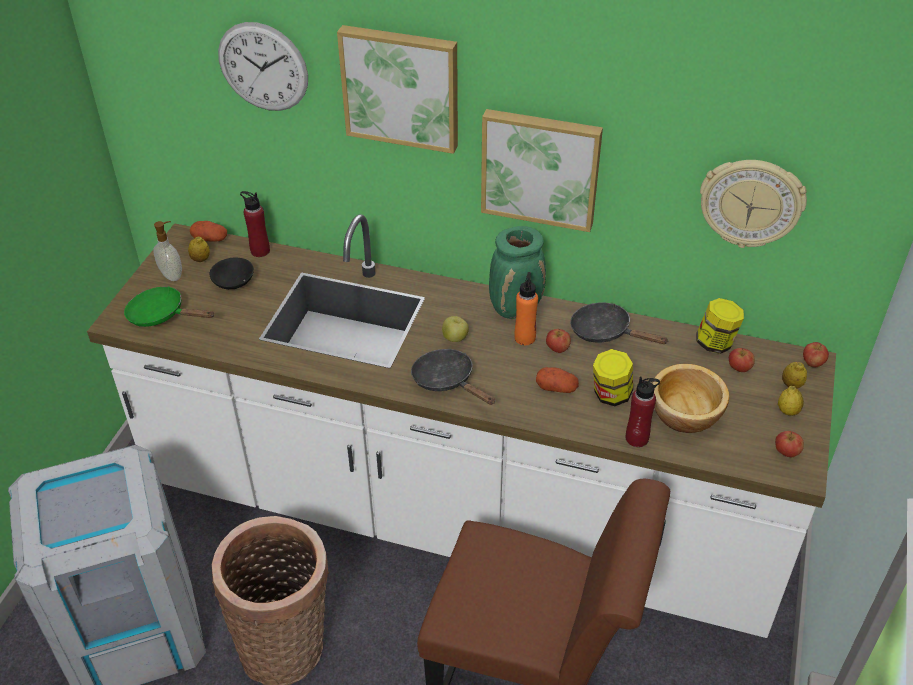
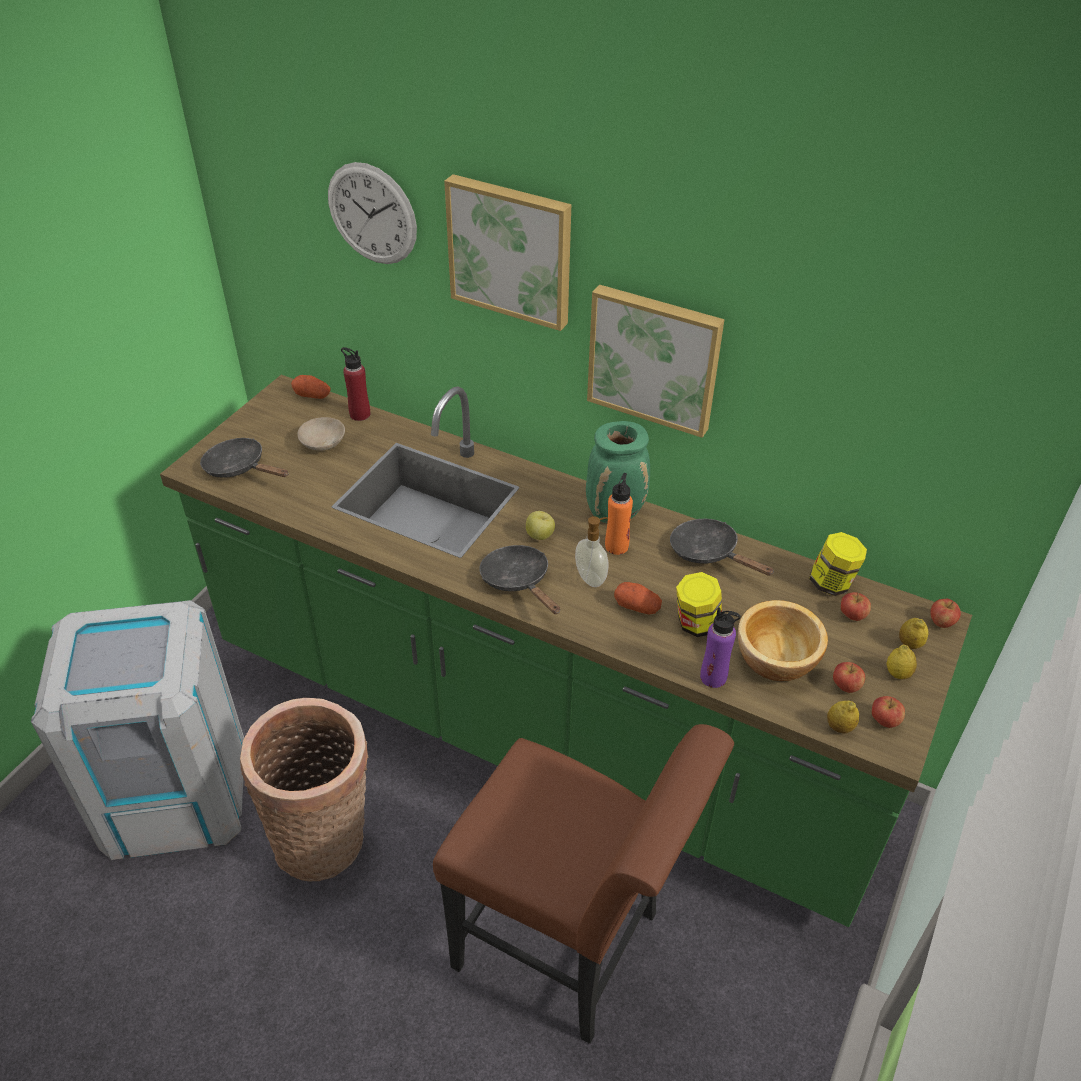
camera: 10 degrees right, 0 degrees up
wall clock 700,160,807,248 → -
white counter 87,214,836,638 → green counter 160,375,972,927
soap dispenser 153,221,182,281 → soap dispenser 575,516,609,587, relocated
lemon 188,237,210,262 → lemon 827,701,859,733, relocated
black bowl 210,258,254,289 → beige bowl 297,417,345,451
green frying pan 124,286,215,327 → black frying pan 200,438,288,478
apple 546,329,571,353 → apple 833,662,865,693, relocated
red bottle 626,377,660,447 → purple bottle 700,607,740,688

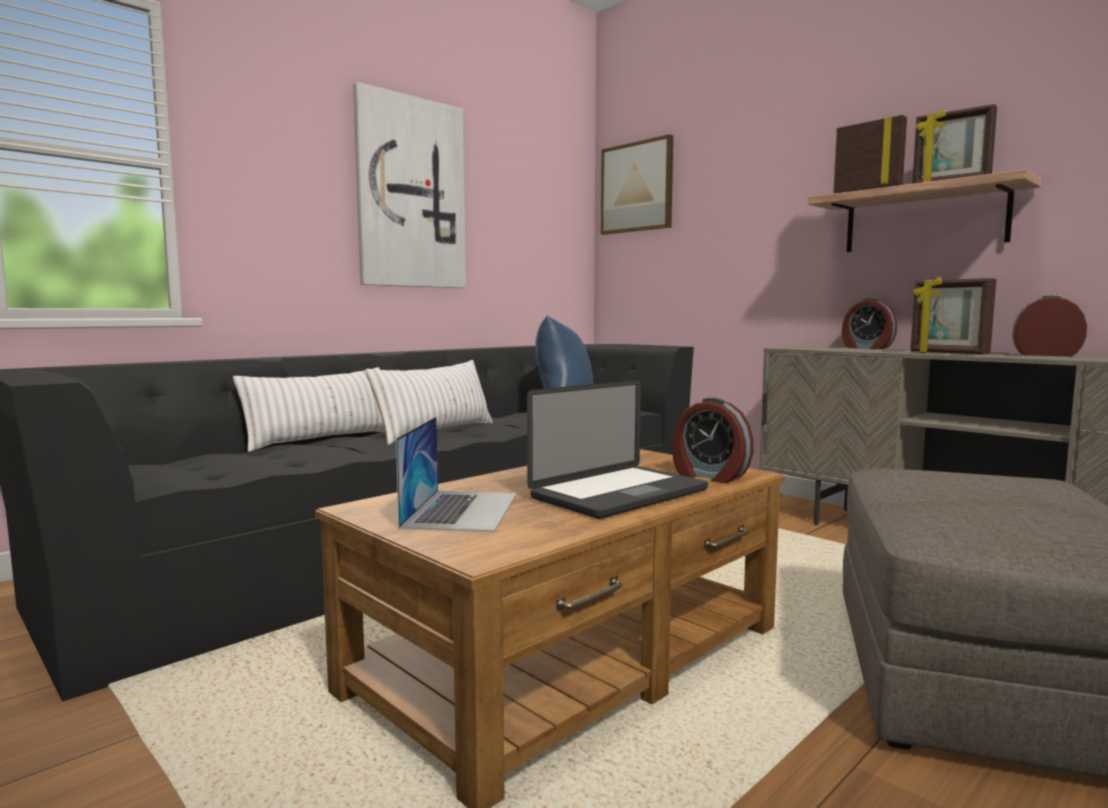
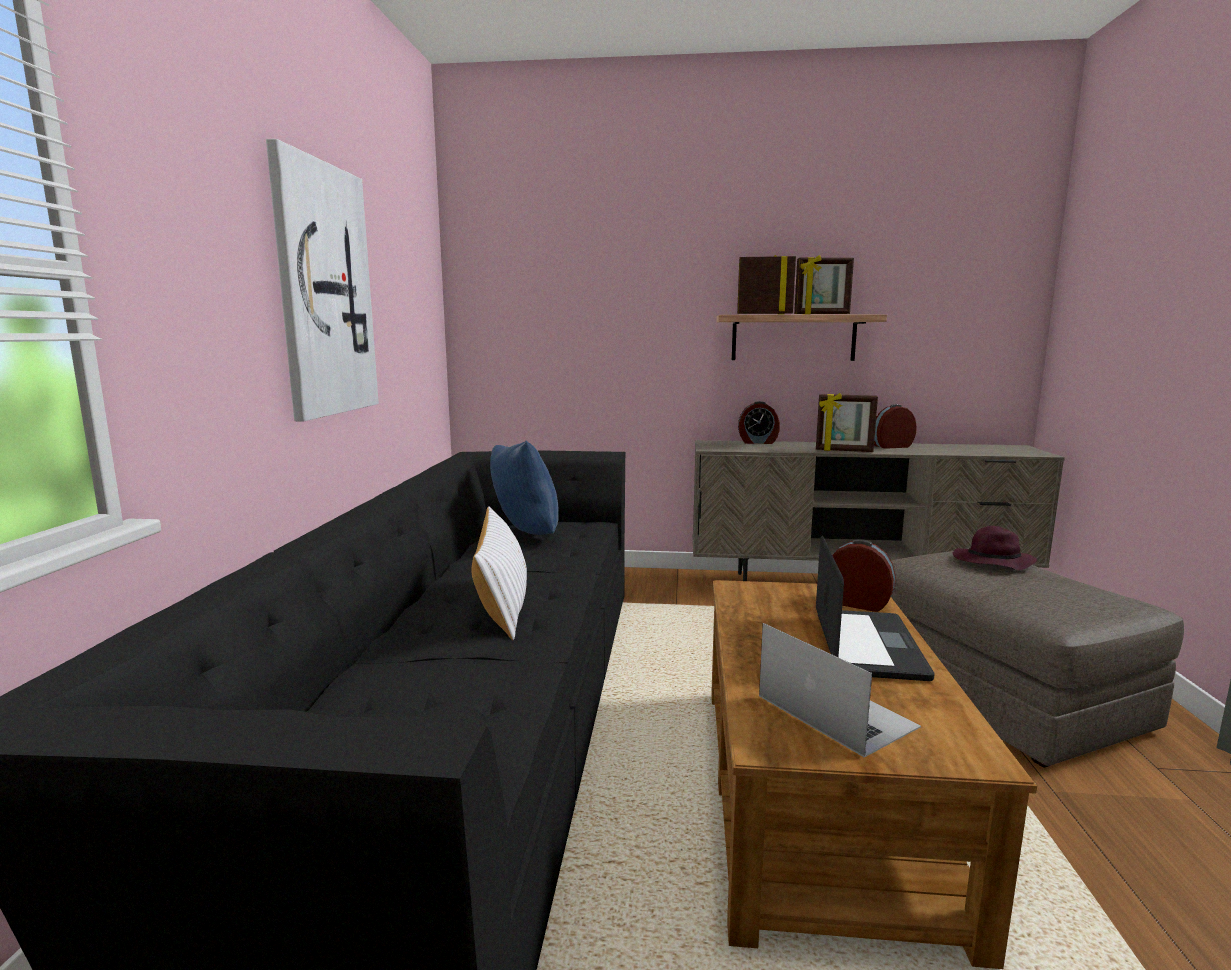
camera: 40 degrees left, 5 degrees up
picture 601,134,673,235 → -
white pillow 233,367,385,452 → -
alarm clock 672,398,754,483 → alarm clock 832,539,896,612, 150 degrees counterclockwise
- → purple hat 953,526,1037,571

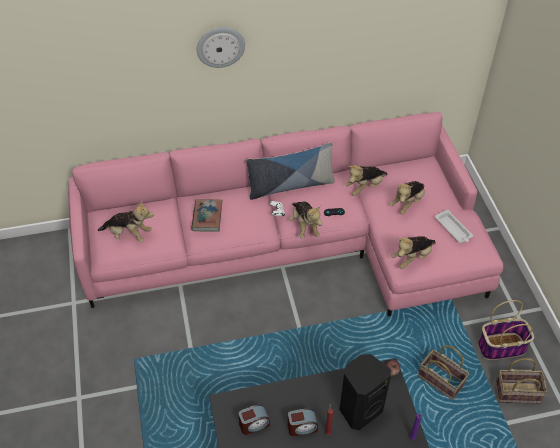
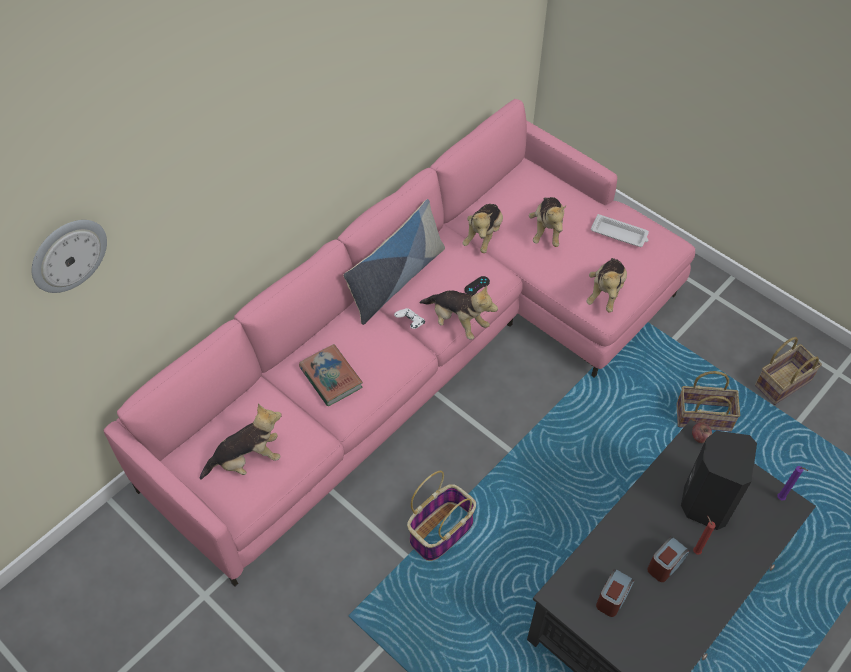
camera: 35 degrees left, 5 degrees up
wall clock 196,27,245,68 → wall clock 32,220,107,293, relocated
basket 478,300,535,360 → basket 407,471,476,561, relocated

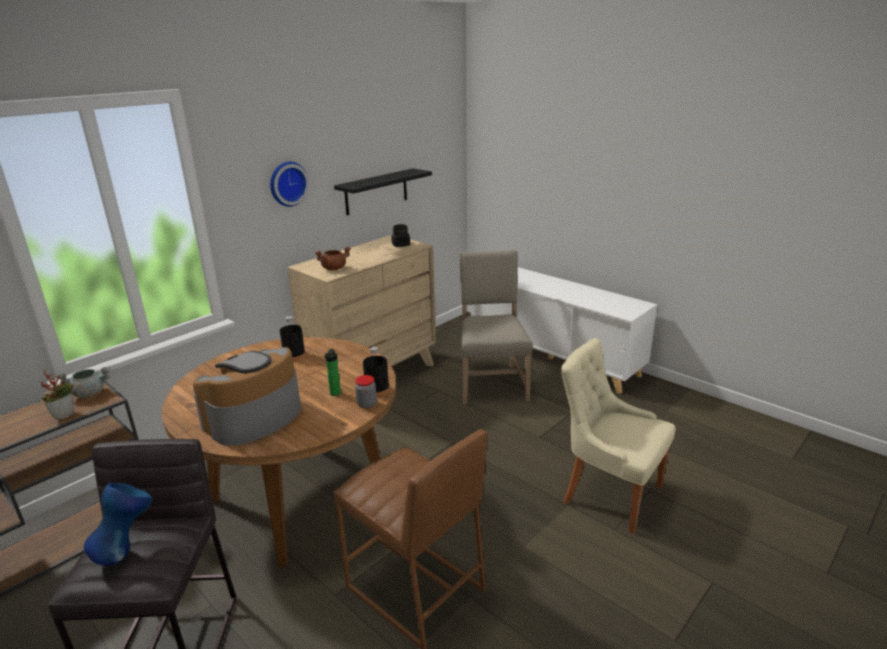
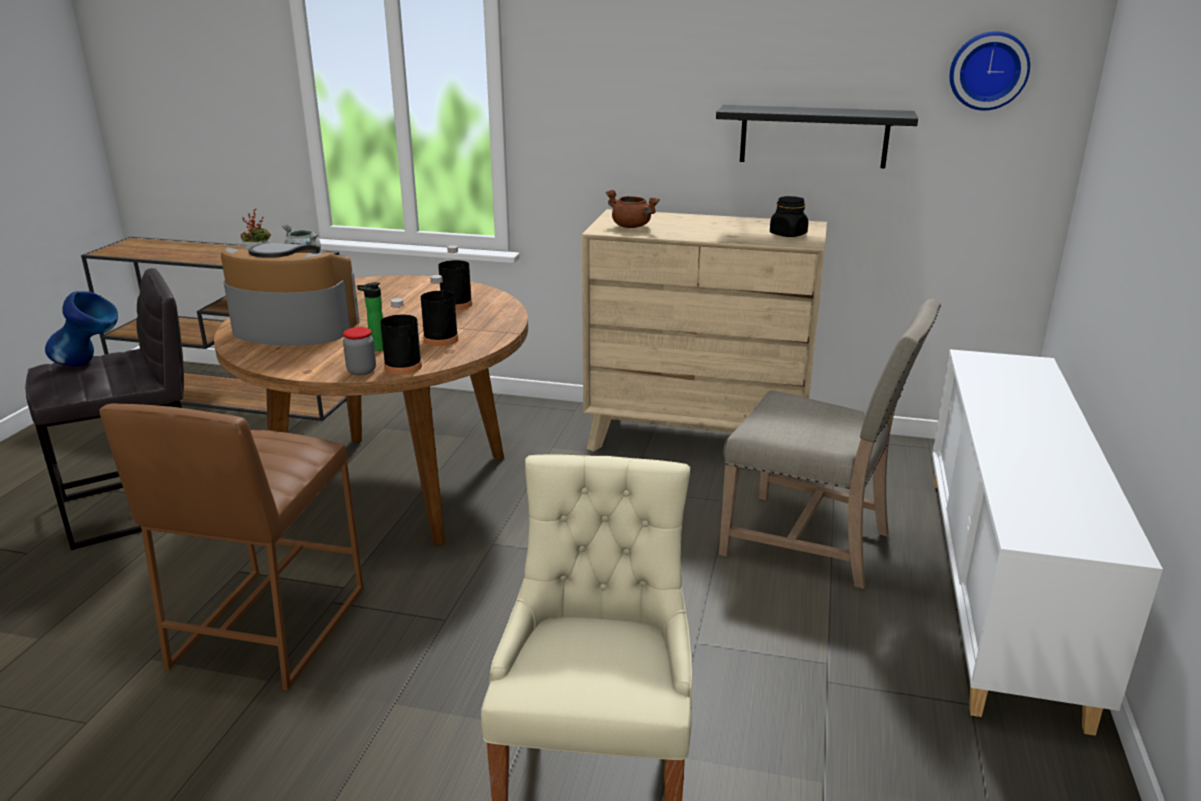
camera: 60 degrees right, 0 degrees up
wall clock 270,162,309,207 → wall clock 950,31,1030,110, relocated
beige chair 460,250,533,404 → beige chair 719,298,941,589, 60 degrees clockwise
- → black bottle 421,275,458,346

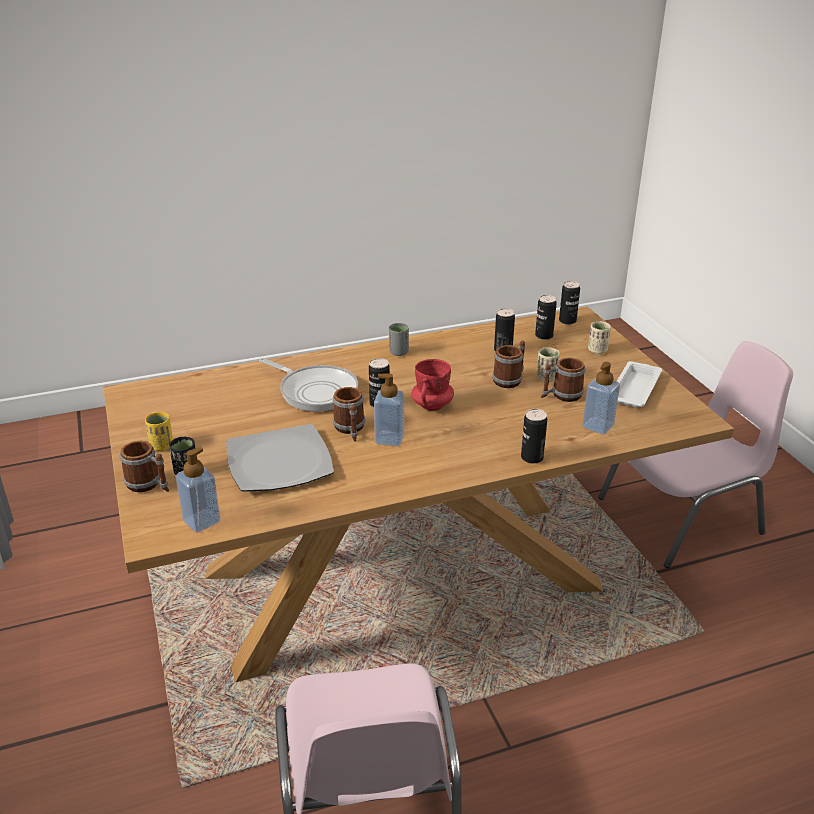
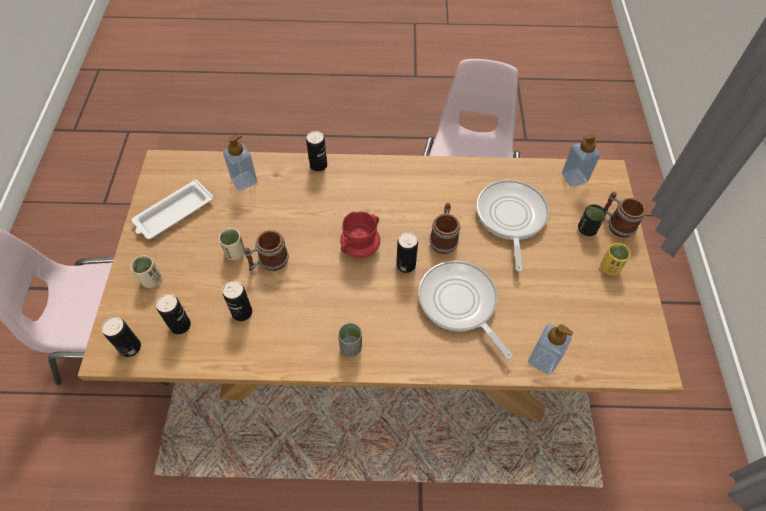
camera: 160 degrees left, 25 degrees up
mug 541,358,585,402 → -
soap dispenser 374,374,404,446 → soap dispenser 528,324,573,375, relocated
plate 226,424,334,492 → frying pan 477,180,549,272

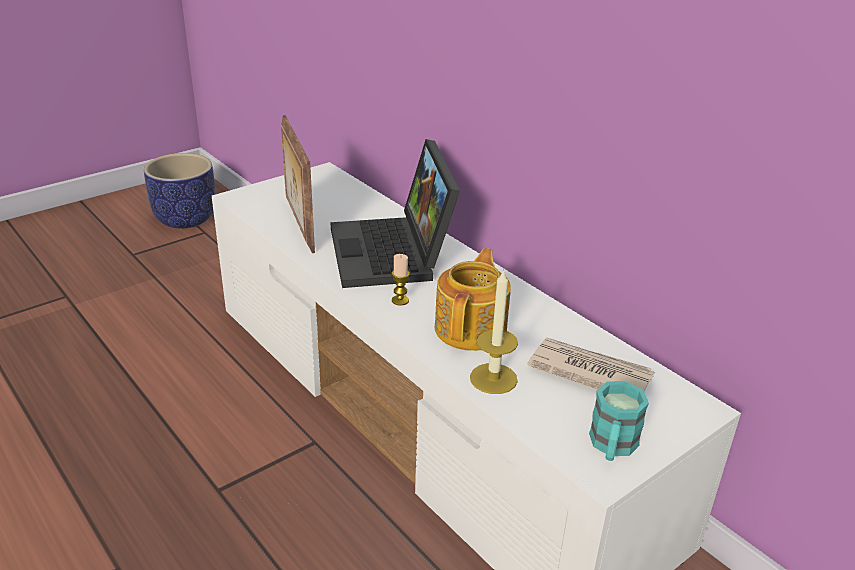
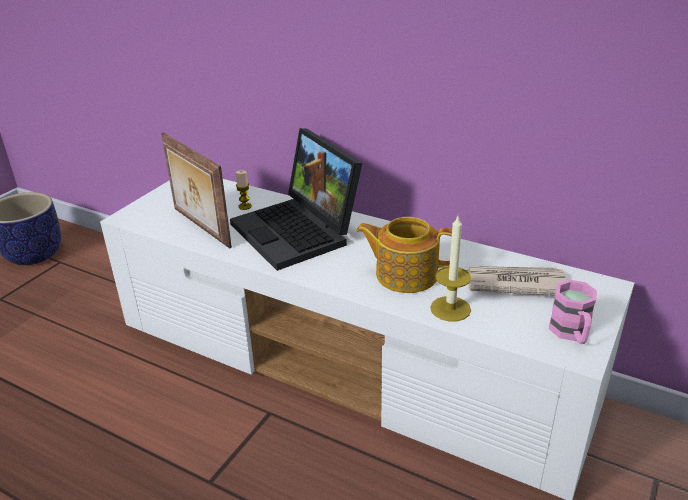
camera: 20 degrees left, 0 degrees up
teapot 435,248,511,351 → teapot 356,217,452,293, 75 degrees counterclockwise
candle 392,254,410,306 → candle 236,170,252,210, relocated
turquoise mug 589,381,649,461 → pink mug 549,280,597,344

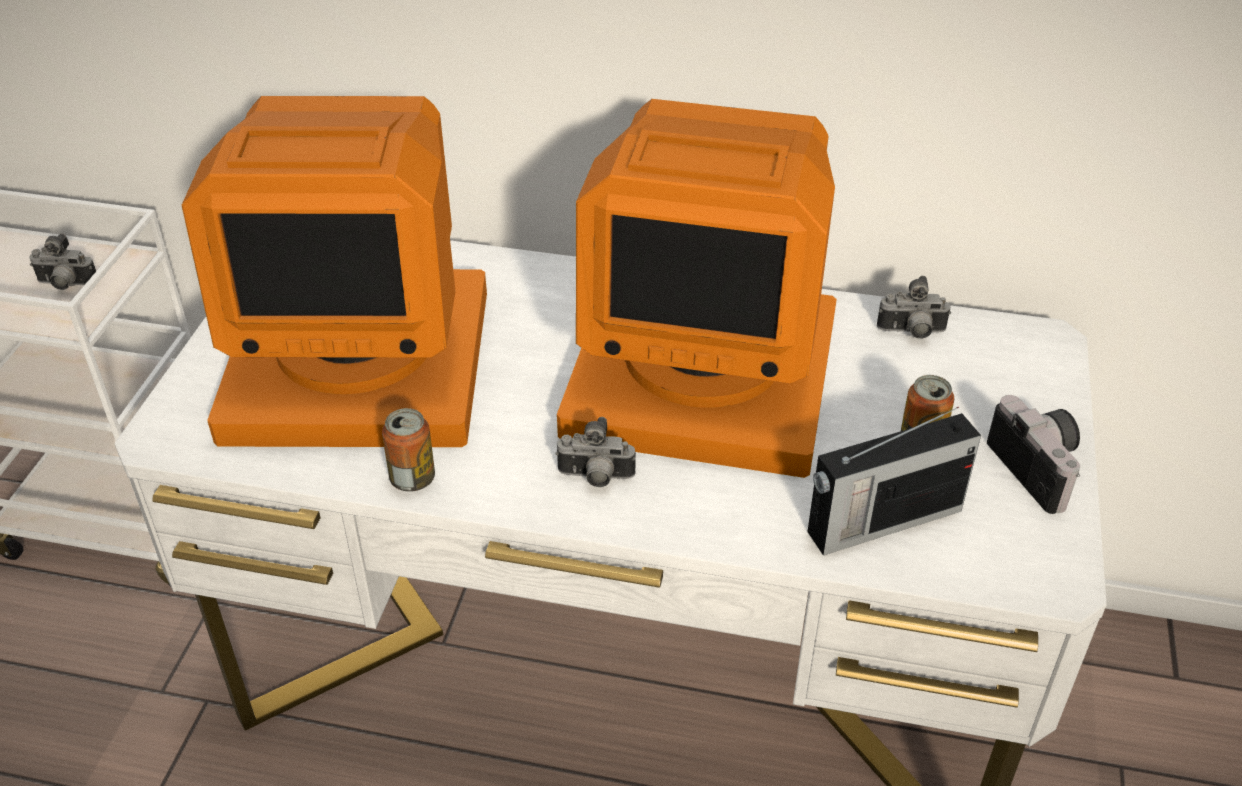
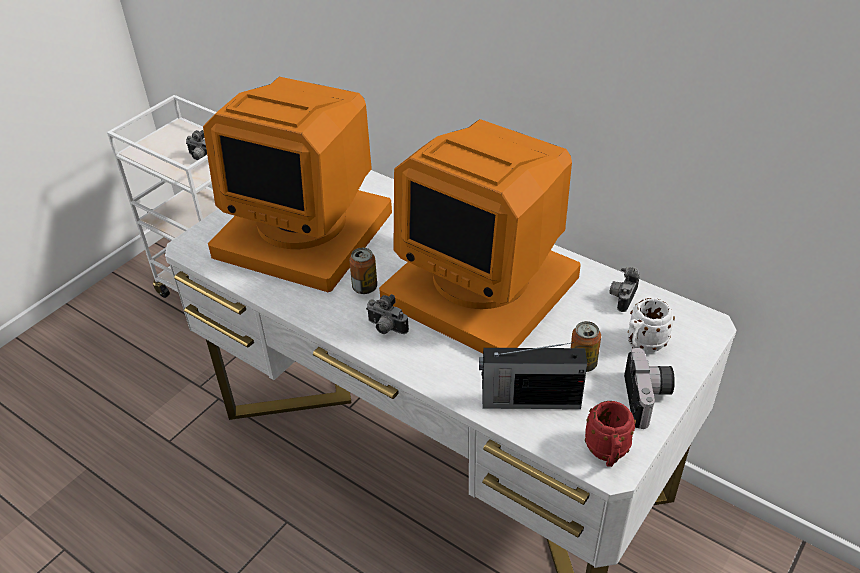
camera: 25 degrees right, 0 degrees up
photo camera 877,276,951,339 → photo camera 609,267,640,312, 90 degrees clockwise
can 382,408,435,492 → can 349,248,377,294, relocated
- → white mug 628,298,675,352
- → red mug 585,401,636,467

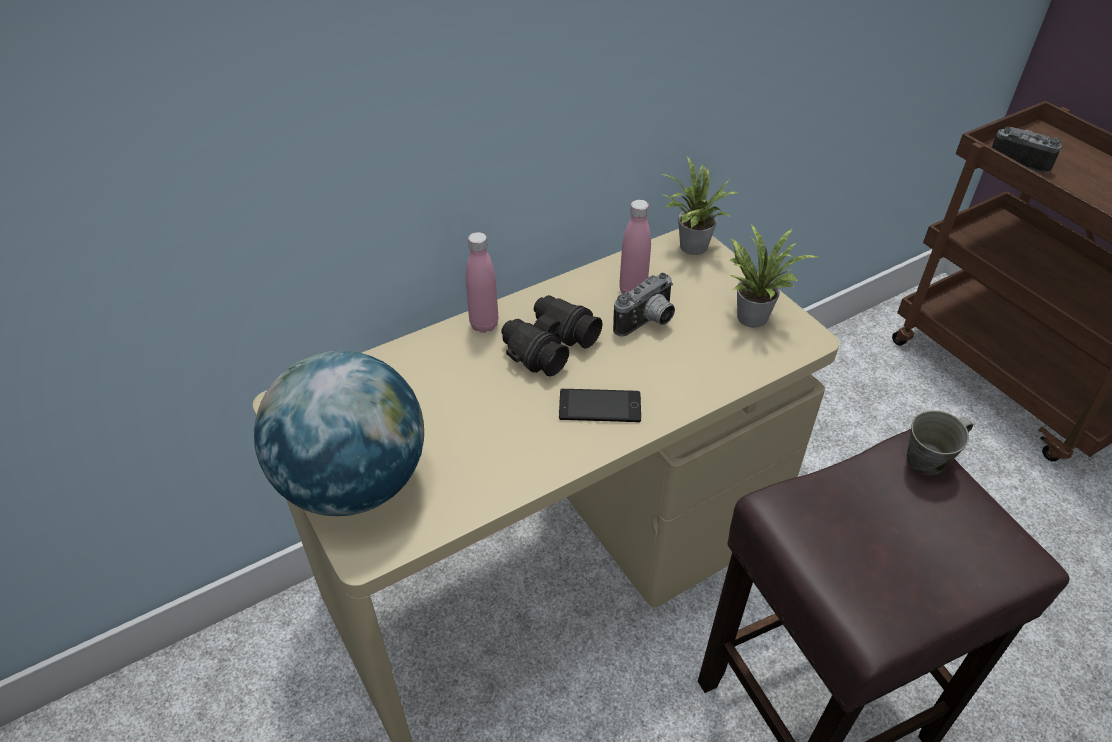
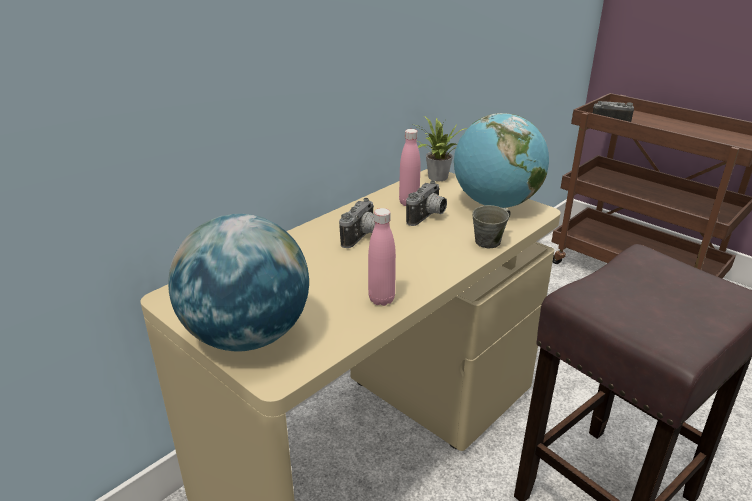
camera: 15 degrees left, 15 degrees down
potted plant 730,224,818,328 → globe 454,113,549,208
pink bottle 466,232,498,333 → pink bottle 368,208,396,306, relocated
black binoculars 501,295,603,376 → photo camera 339,198,375,248
phone 559,389,641,422 → -
grey mug 907,410,973,475 → grey mug 472,205,511,249, relocated

